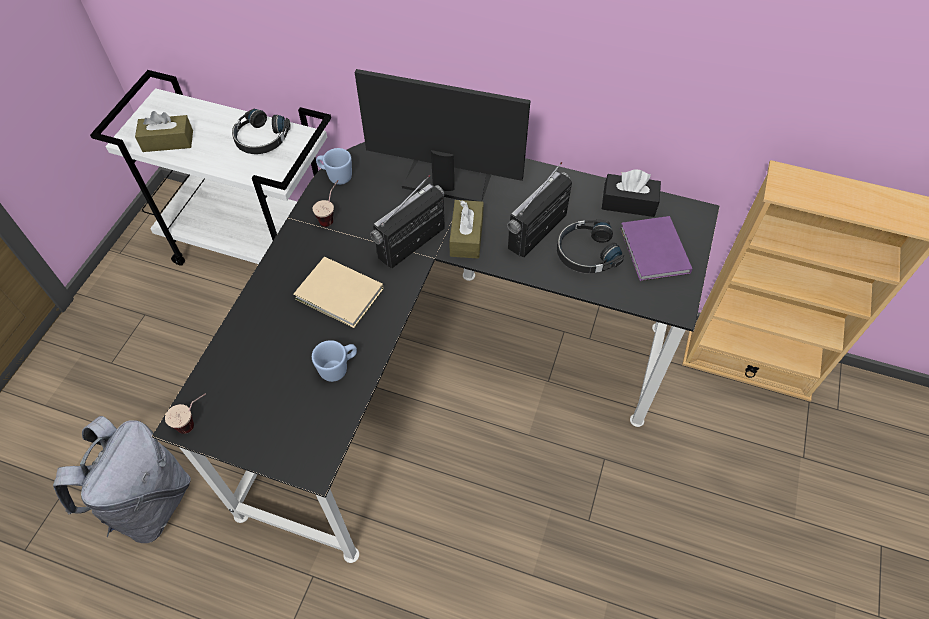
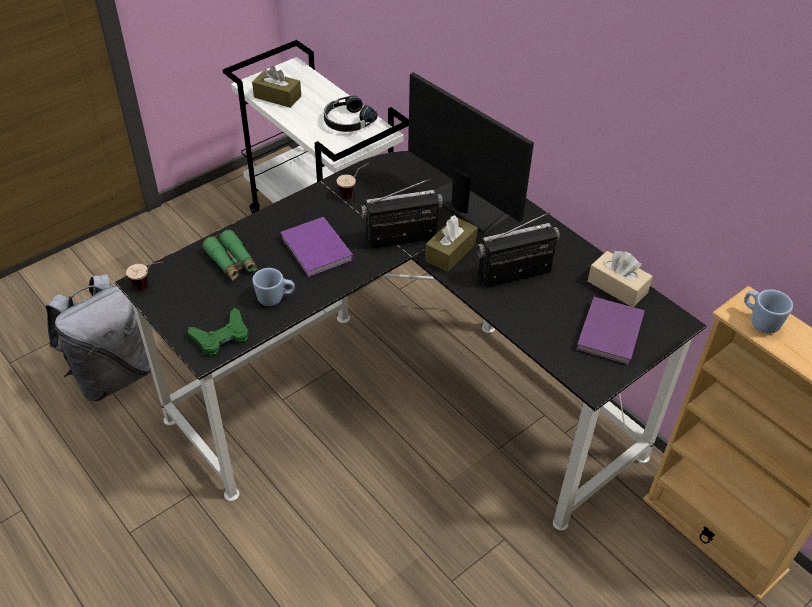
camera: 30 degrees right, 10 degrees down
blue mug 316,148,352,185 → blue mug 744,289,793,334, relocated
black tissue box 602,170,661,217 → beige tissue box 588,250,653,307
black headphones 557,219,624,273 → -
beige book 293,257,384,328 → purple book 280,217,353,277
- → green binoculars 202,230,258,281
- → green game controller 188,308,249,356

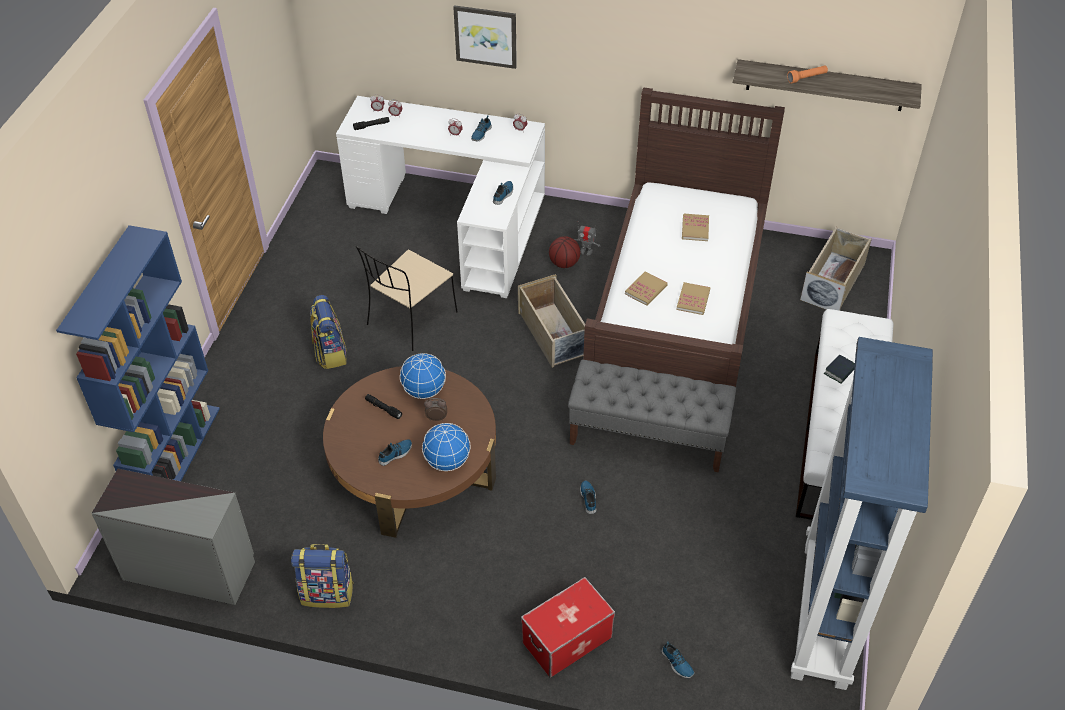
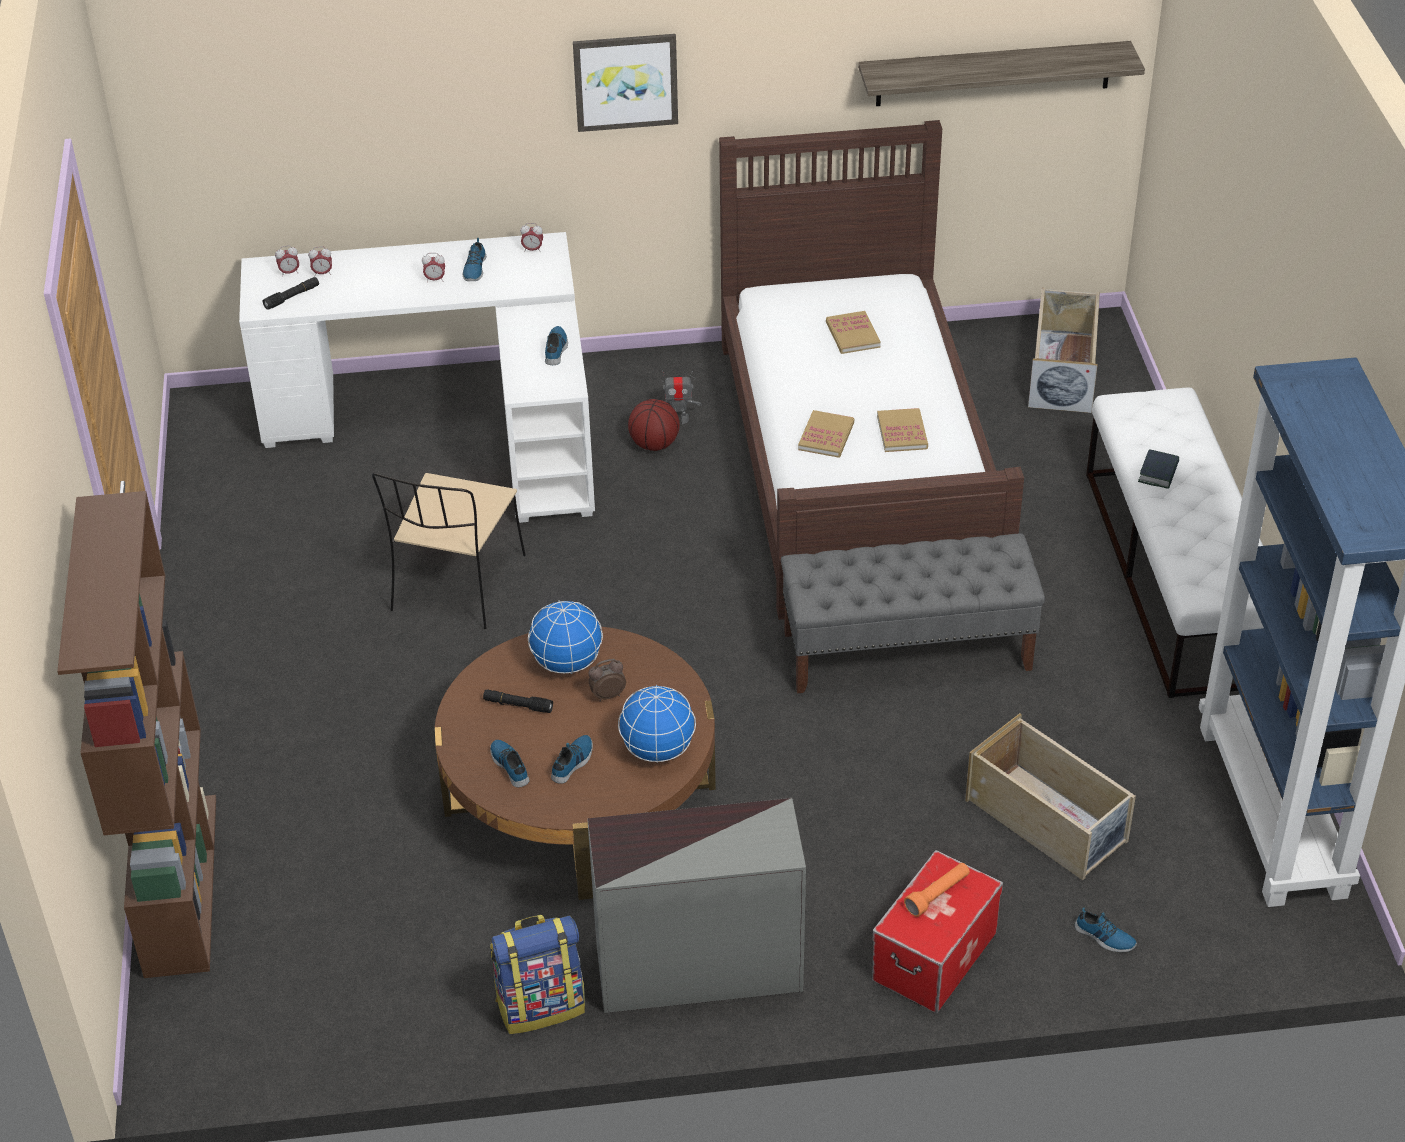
camera: 20 degrees left, 5 degrees down
picture 453,5,517,69 → picture 573,34,678,132, relocated
orange flashlight 787,65,828,84 → orange flashlight 904,863,970,917, relocated
blue bookcase 56,225,220,481 → brown bookcase 57,491,216,978
beige storage box 518,274,585,368 → beige storage box 965,713,1136,880, relocated
backpack 310,295,347,369 → -
grey dresser 91,469,255,605 → grey dresser 587,798,806,1013, relocated
shoe 580,480,597,514 → shoe 490,740,530,787, relocated

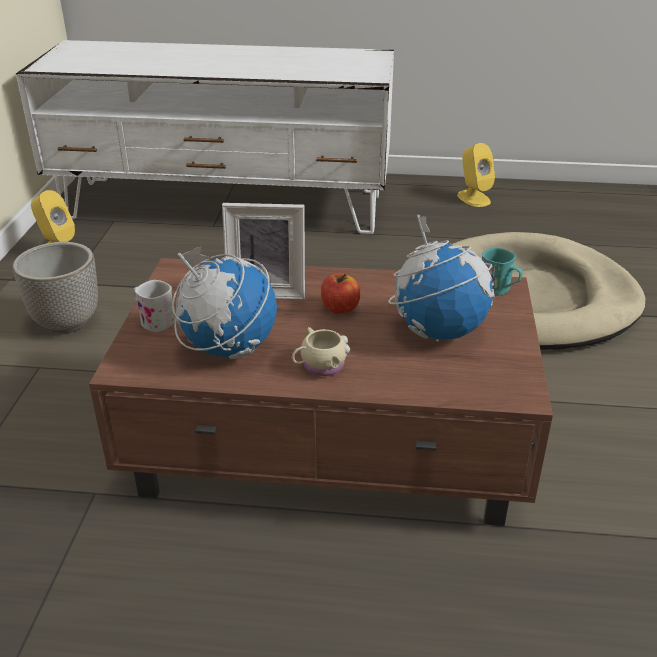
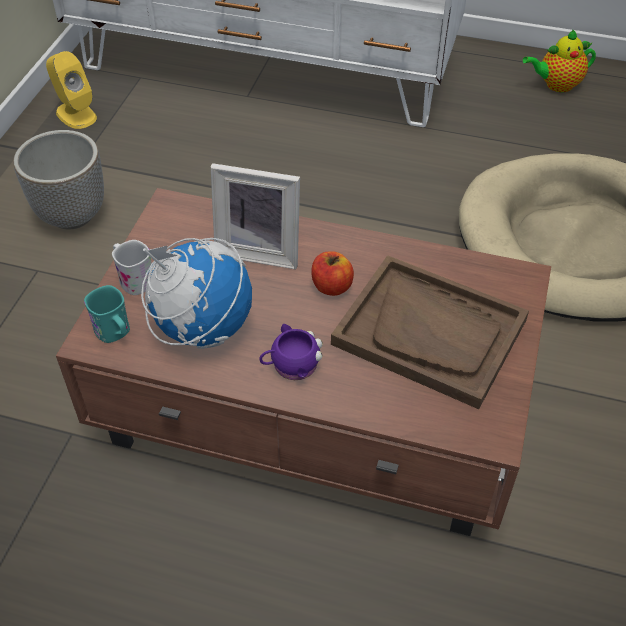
camera: 10 degrees right, 15 degrees up
yellow speaker 457,143,495,207 → teapot 523,29,596,92
globe 388,215,495,342 → brown tray 331,255,529,409
turquoise mug 482,247,523,296 → turquoise mug 84,285,130,343, relocated
beige mug 292,327,350,376 → purple mug 259,324,323,380

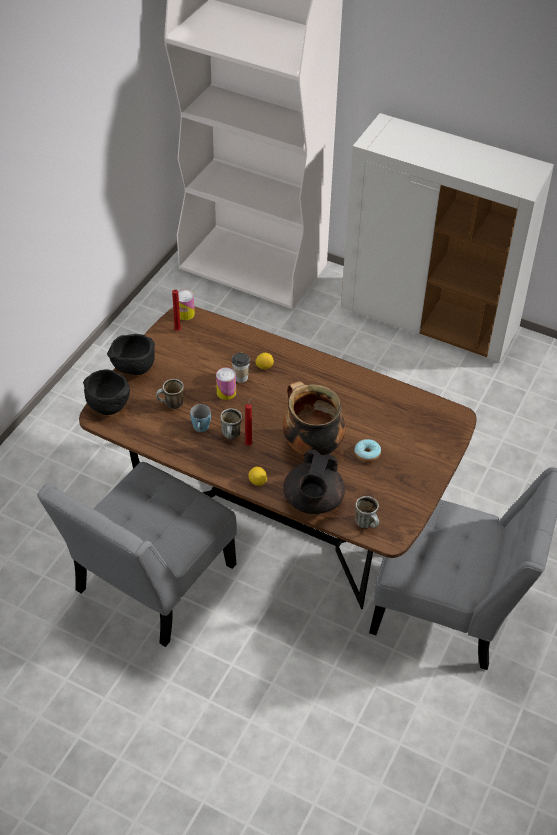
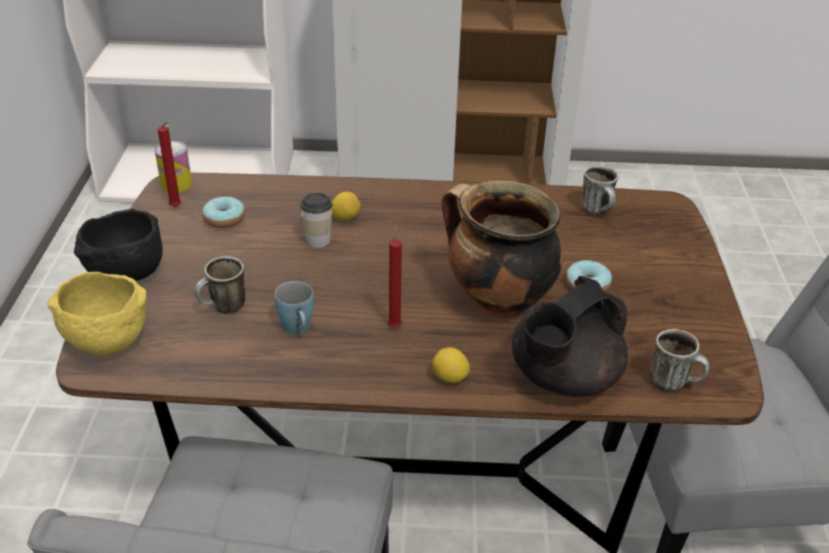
camera: 25 degrees left, 10 degrees down
can 216,368,236,400 → -
black bowl 83,369,130,415 → yellow bowl 48,272,146,356
mug 220,408,242,440 → mug 581,166,618,215, relocated
black teapot 283,450,345,514 → black teapot 512,276,629,397, 60 degrees clockwise
- → donut 202,196,245,228

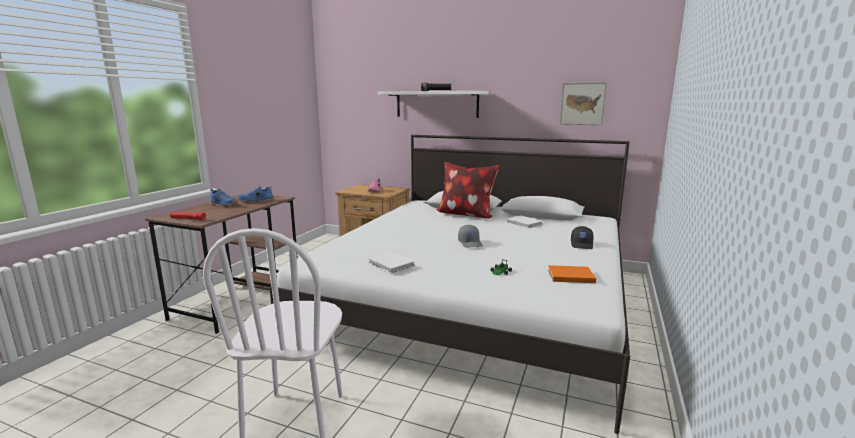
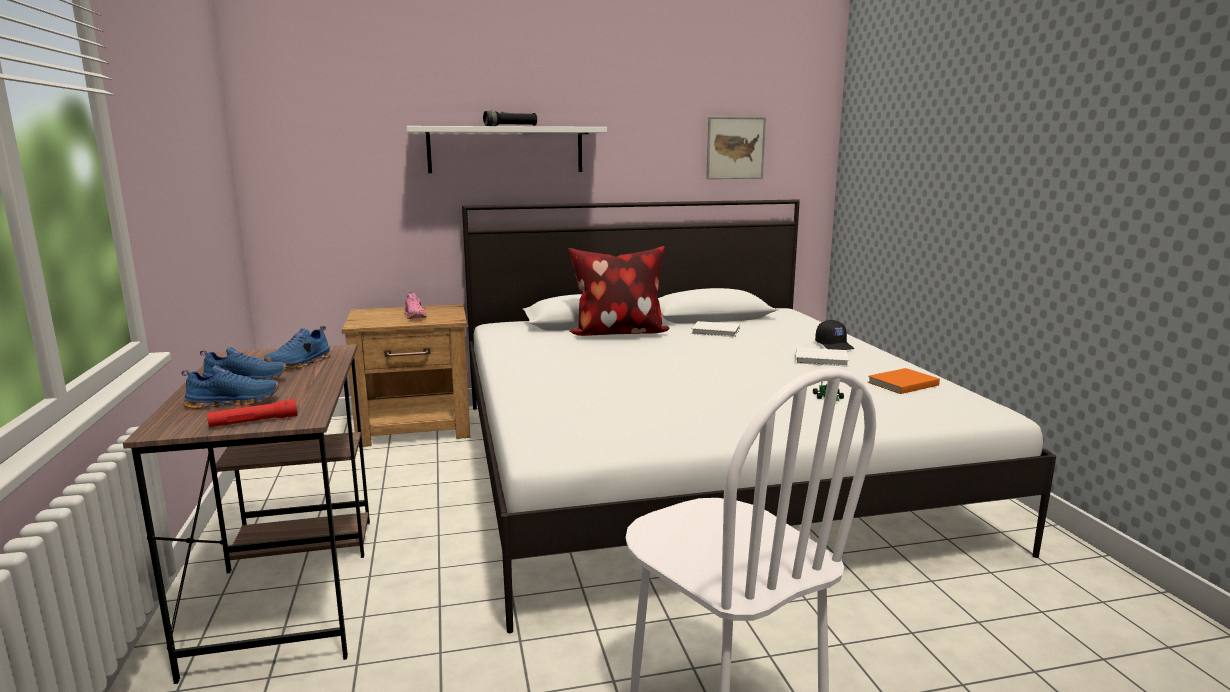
camera: 35 degrees left, 0 degrees up
grey cap 458,225,483,248 → -
white book 368,252,414,273 → white book 796,347,849,367, relocated
- → blue shoe 182,365,279,409

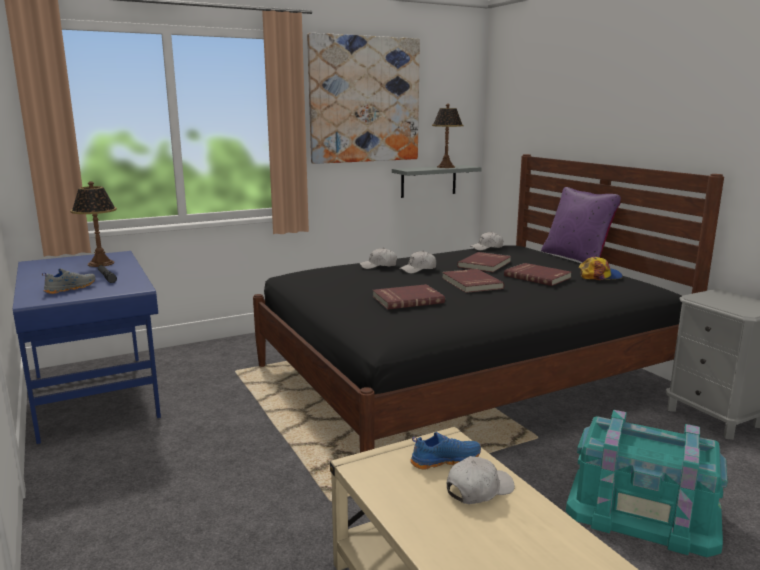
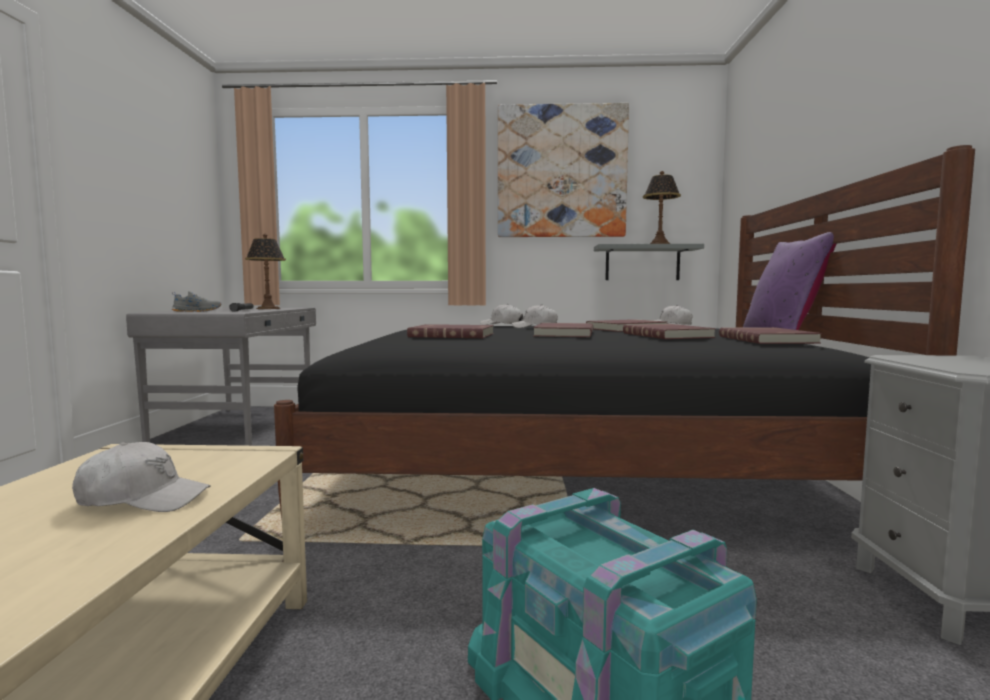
camera: 30 degrees right, 10 degrees down
blue desk 13,251,161,444 → grey desk 126,308,316,446
cap 579,257,623,280 → red book 719,327,822,344
blue shoe 410,432,481,470 → -

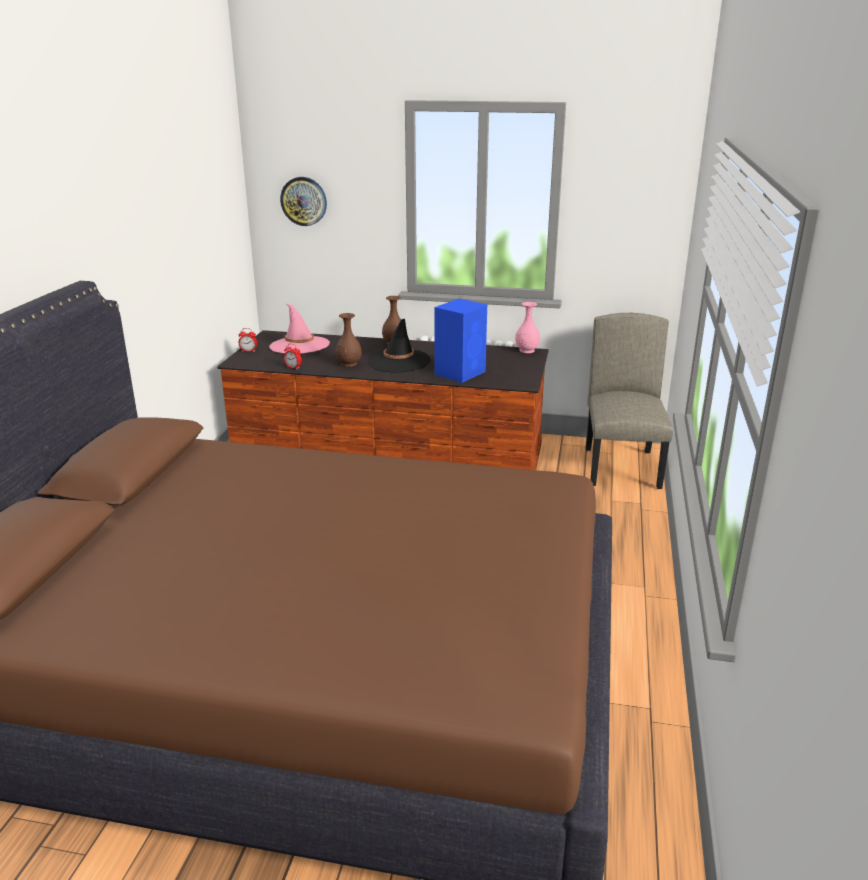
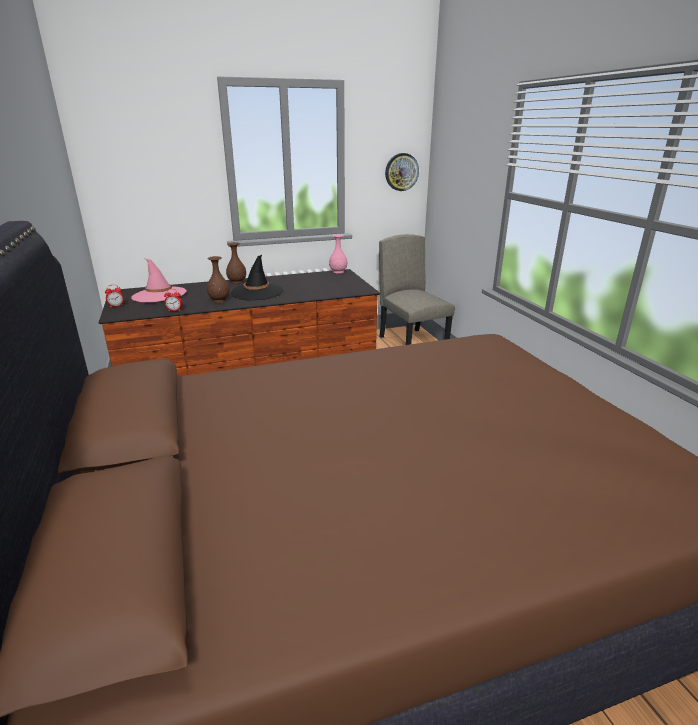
camera: 30 degrees left, 0 degrees up
wall clock 280,177,327,226 → wall clock 385,153,419,191, relocated
blue speaker 434,299,487,383 → -

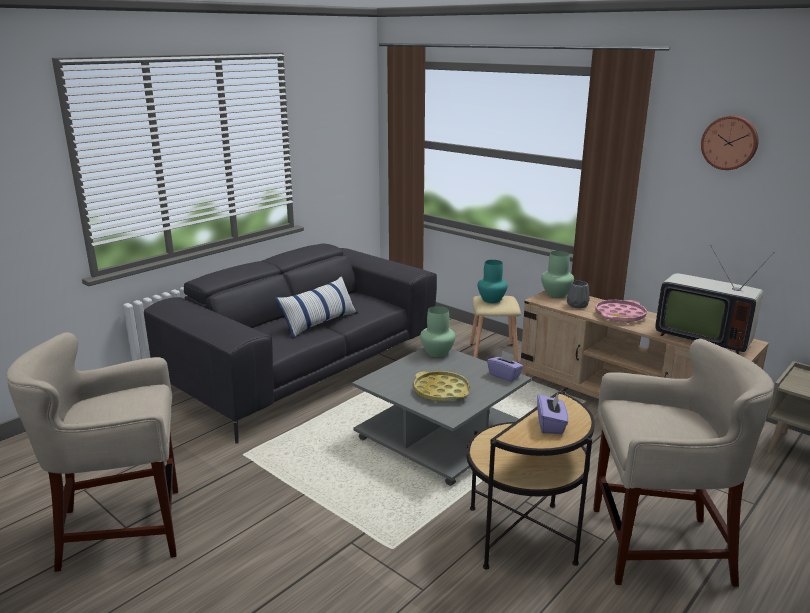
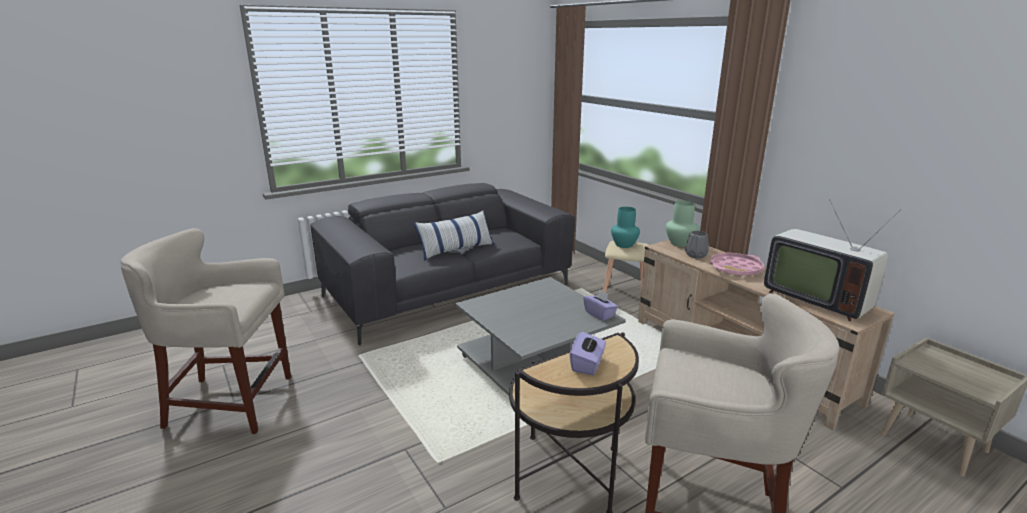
camera: 15 degrees right, 0 degrees up
wall clock 701,116,759,170 → -
green vase 420,306,456,357 → -
yellow tray 414,371,469,402 → -

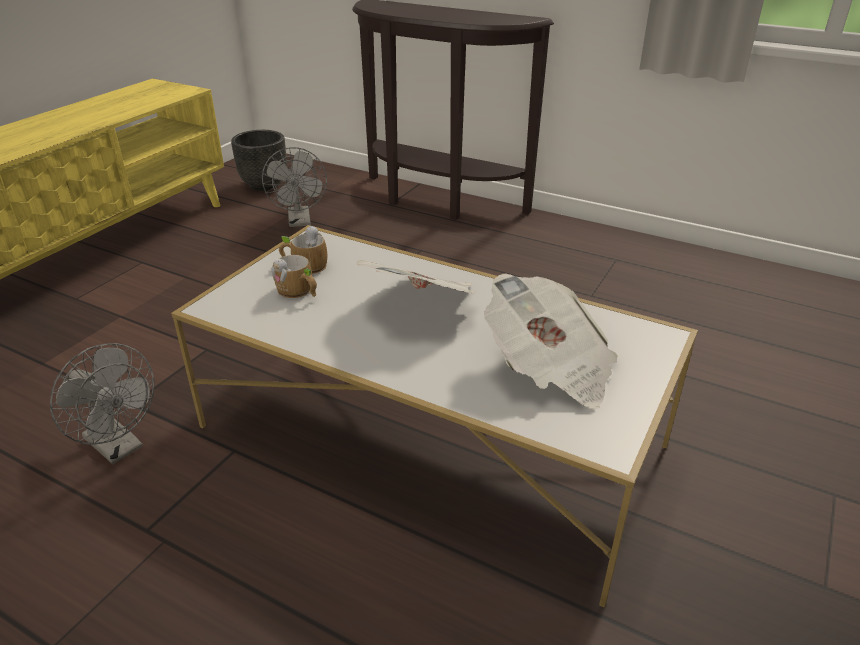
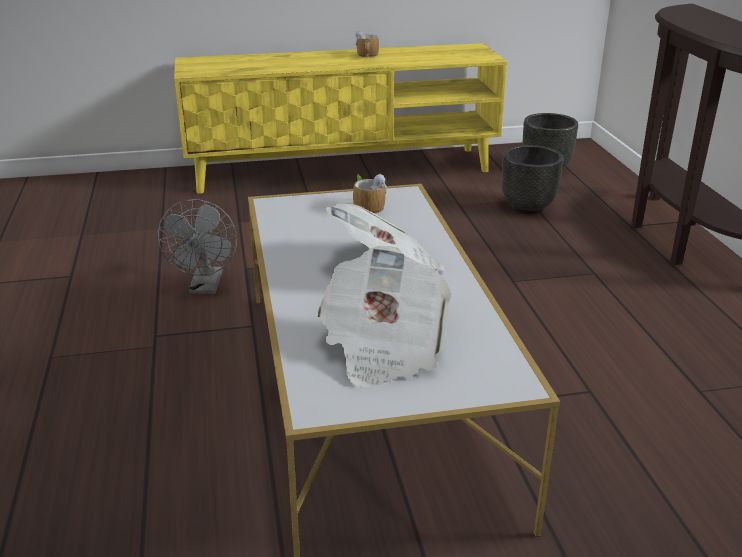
camera: 50 degrees right, 5 degrees down
grey fan 262,147,327,227 → black planter 502,145,563,214
mug 272,255,317,298 → mug 356,31,379,57, relocated

